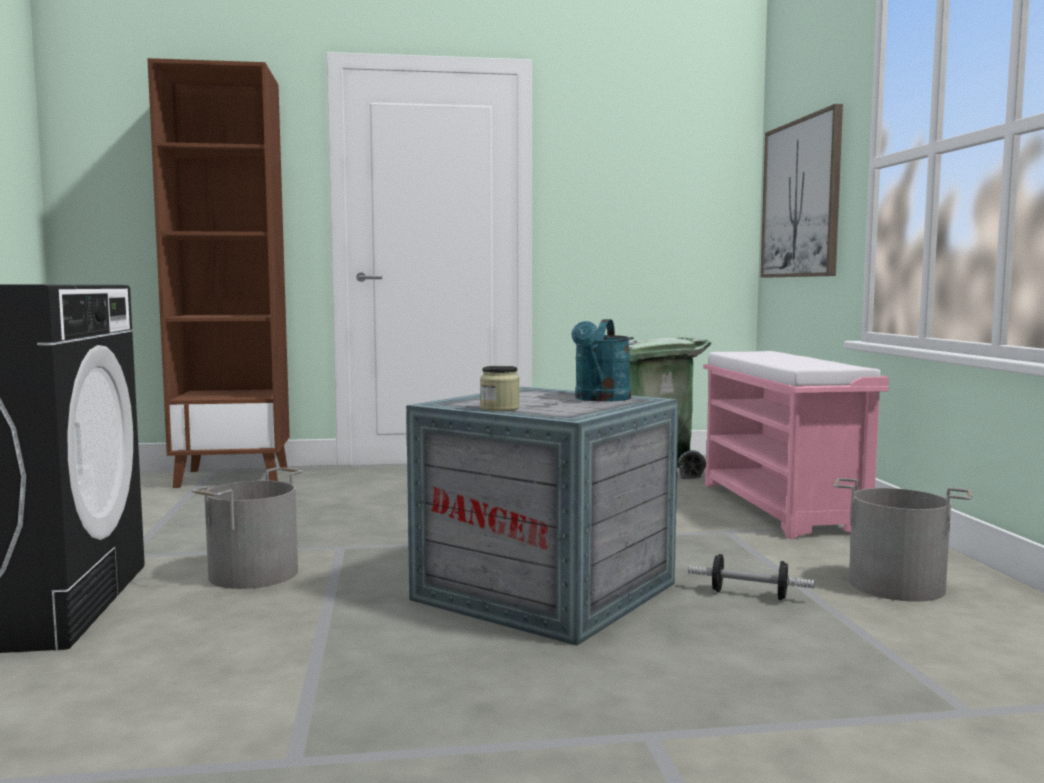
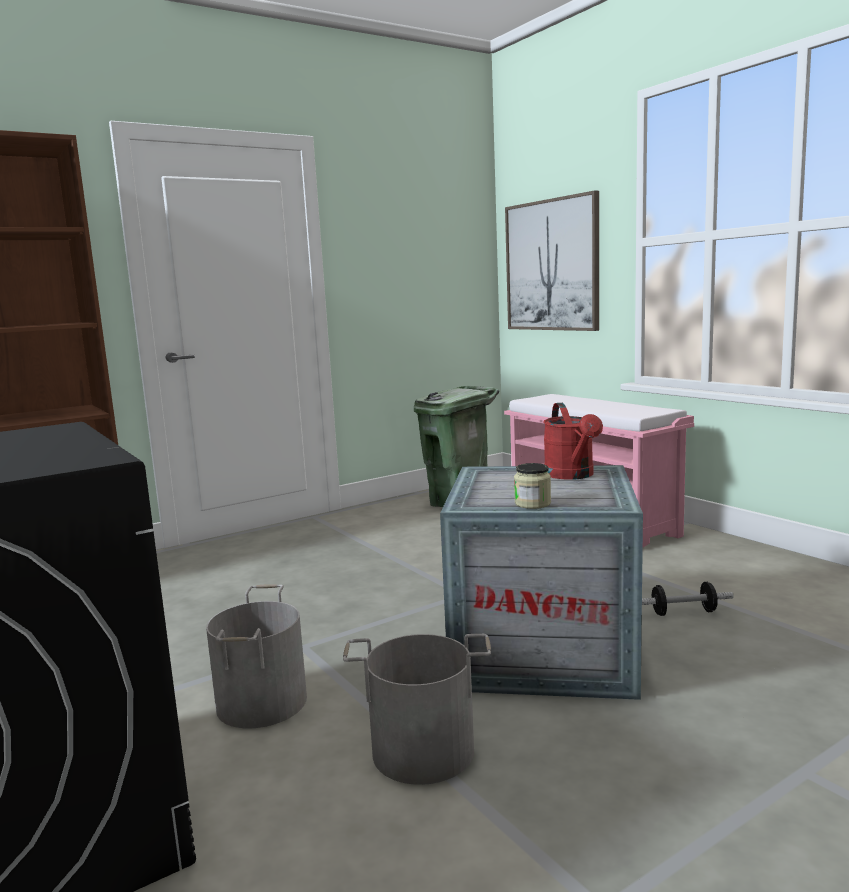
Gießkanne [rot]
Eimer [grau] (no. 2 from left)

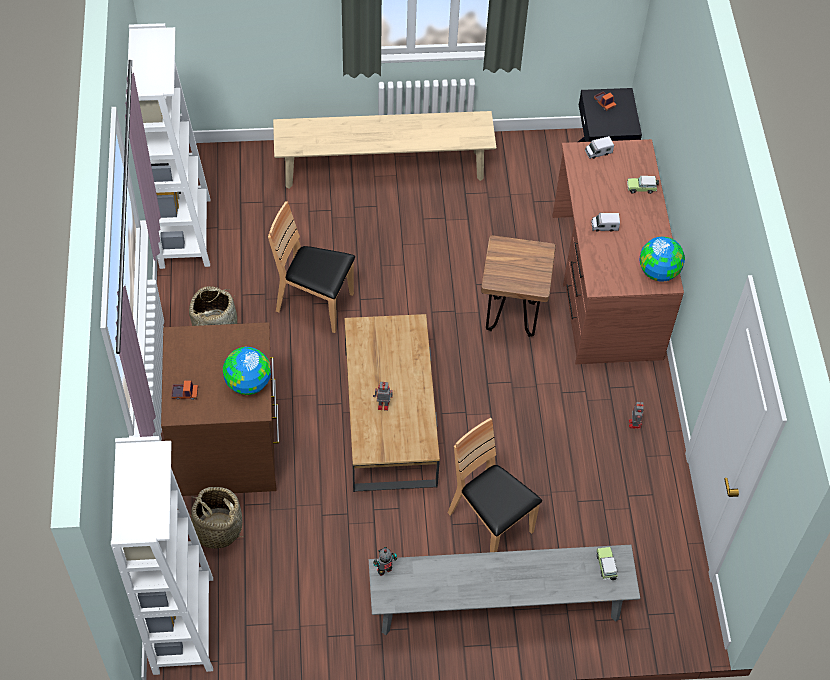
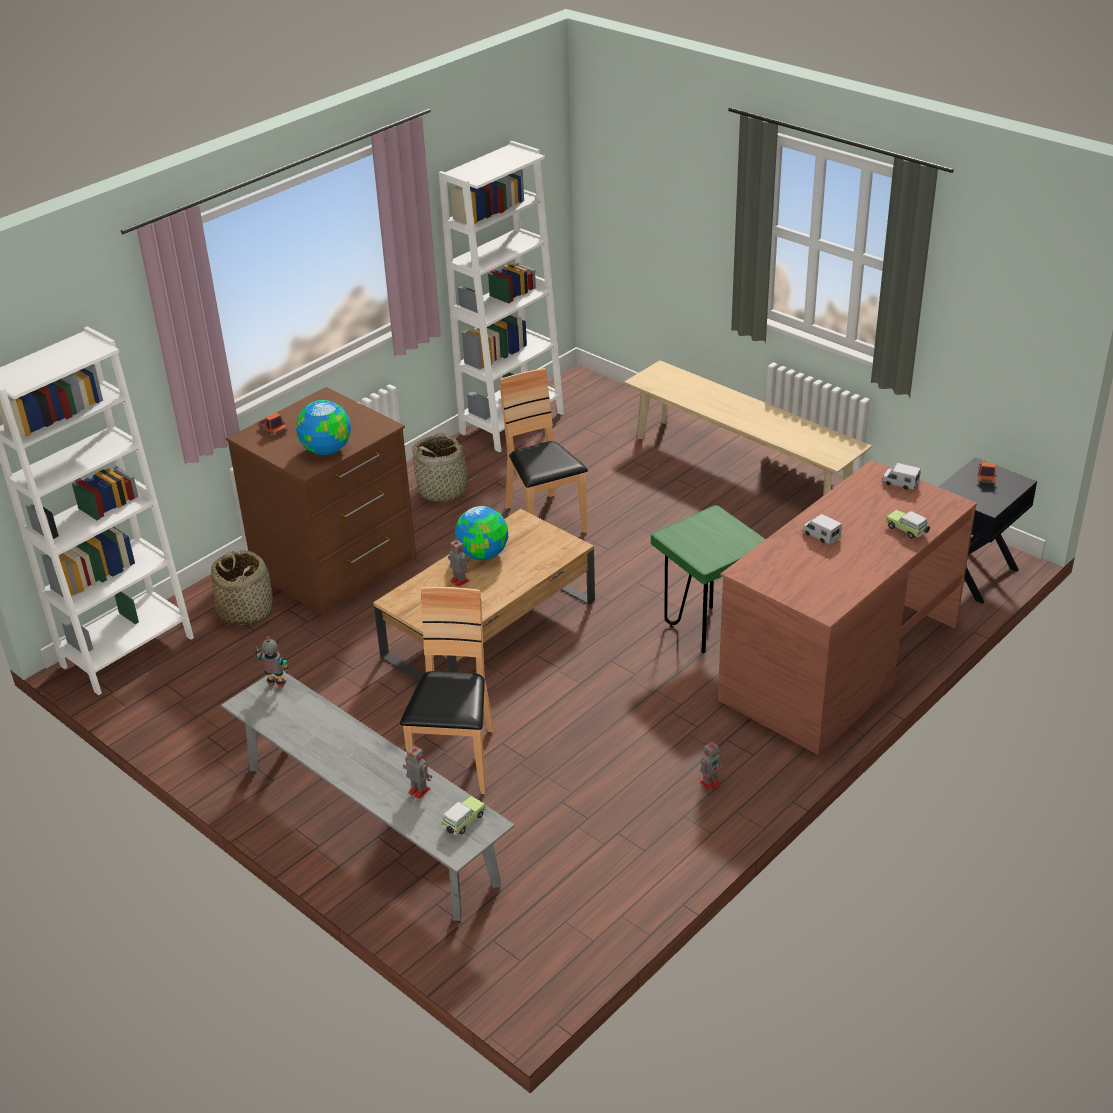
Hocker [grün]
Globus (no. 2 from left)
Spielzeugroboter (no. 2 from left)

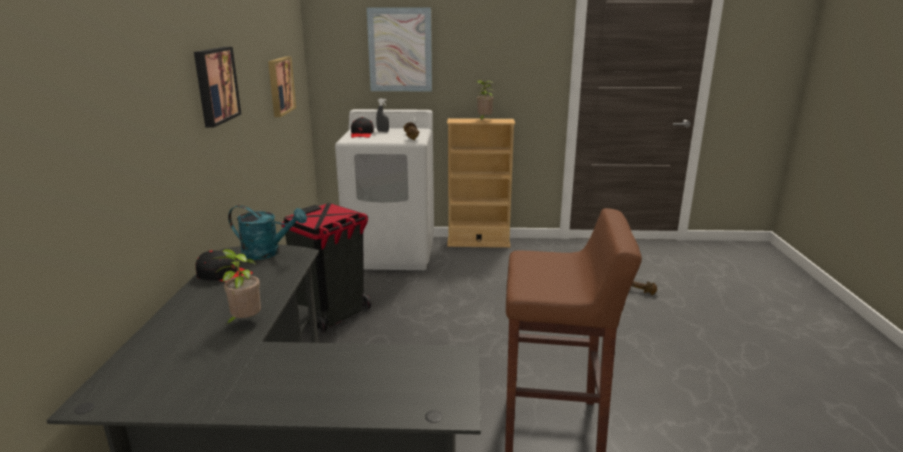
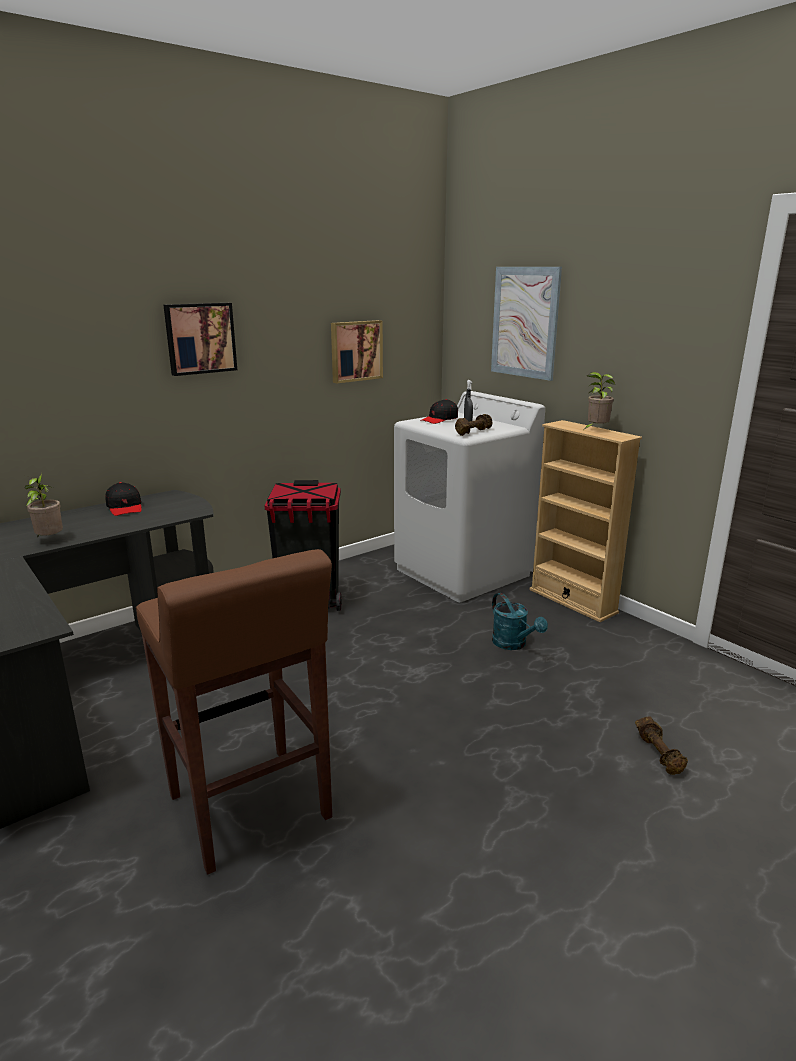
Gießkanne [türkis]

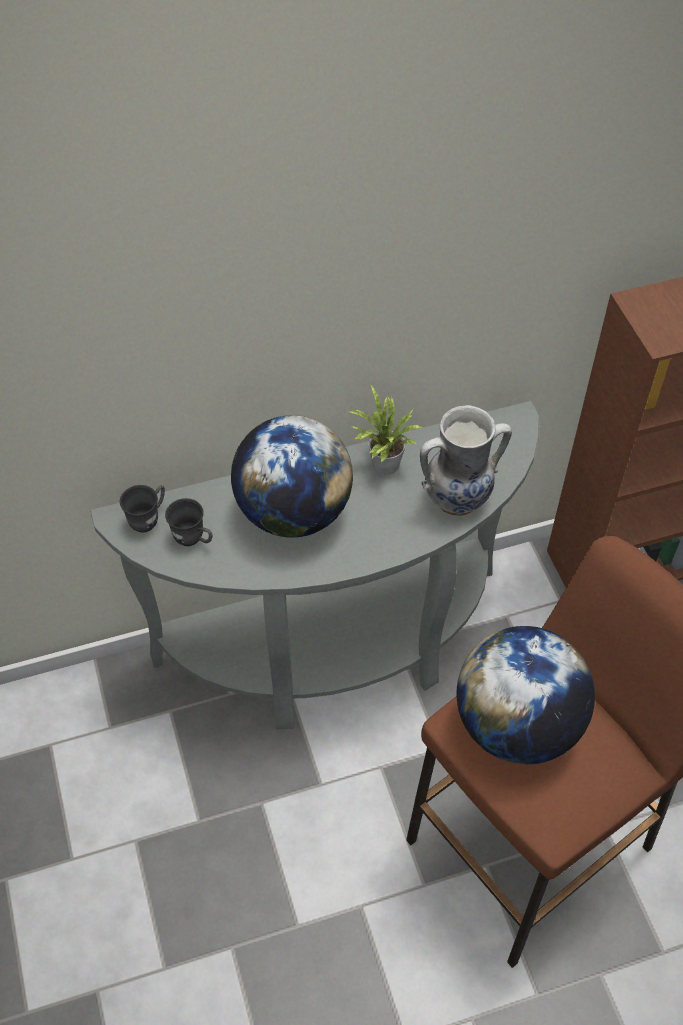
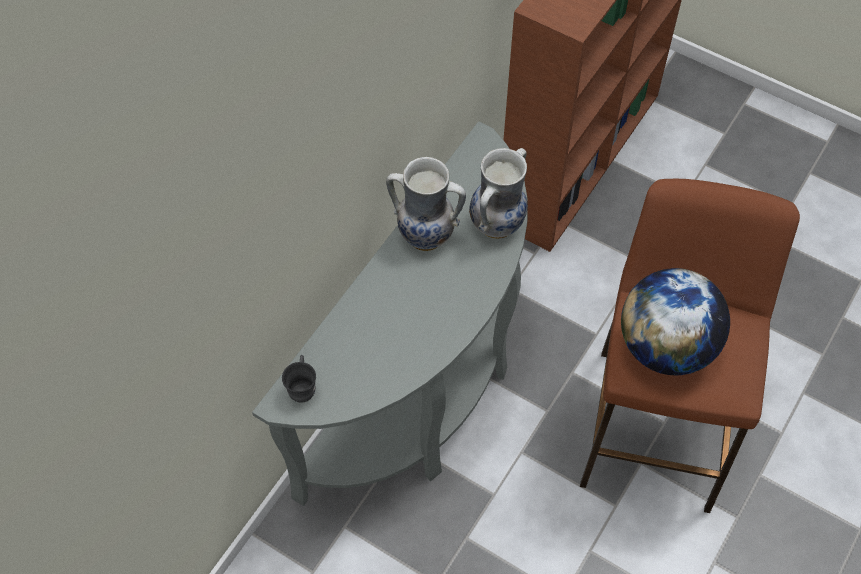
Vase (no. 1 from left)
Globus (no. 1 from left in the first image)
Henkelbecher [grau] (no. 2 from left in the first image)

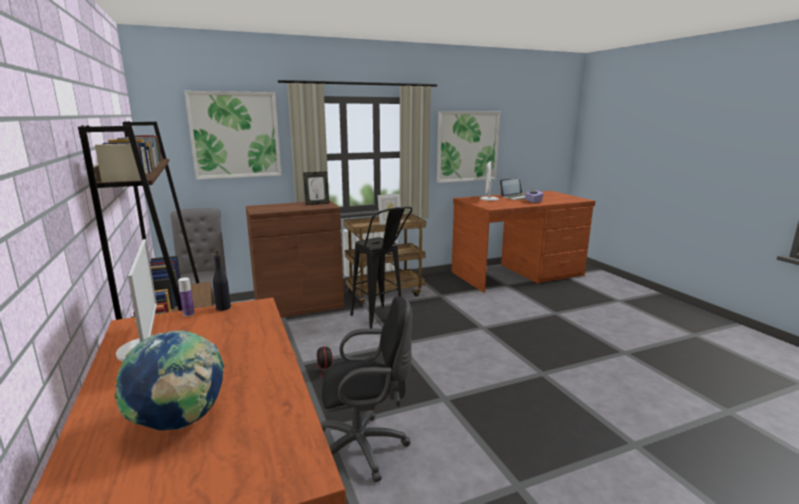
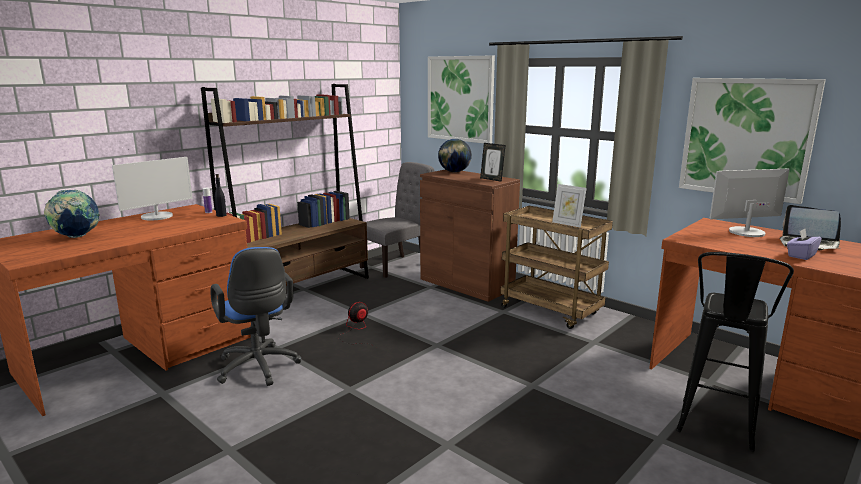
Hocker [schwarz]
Bürostuhl [blau]
Globus (no. 2 from left)

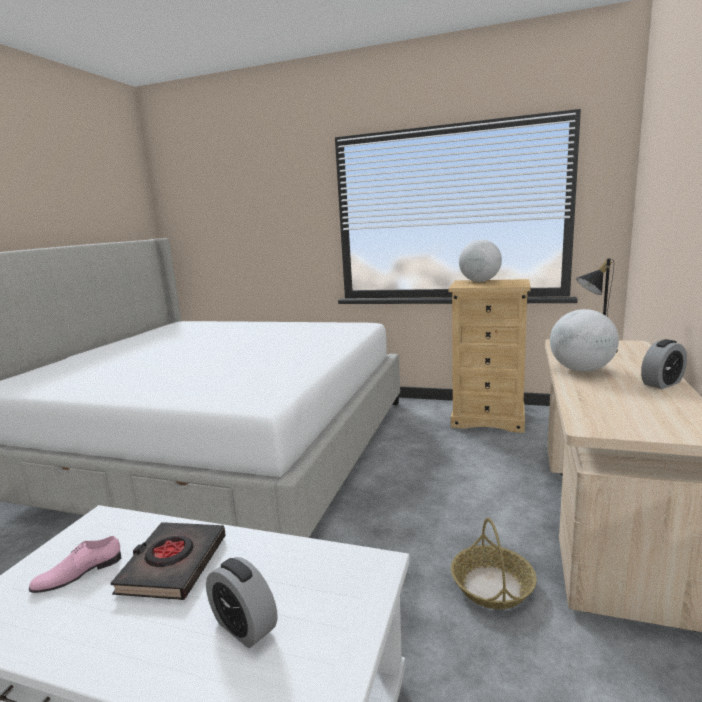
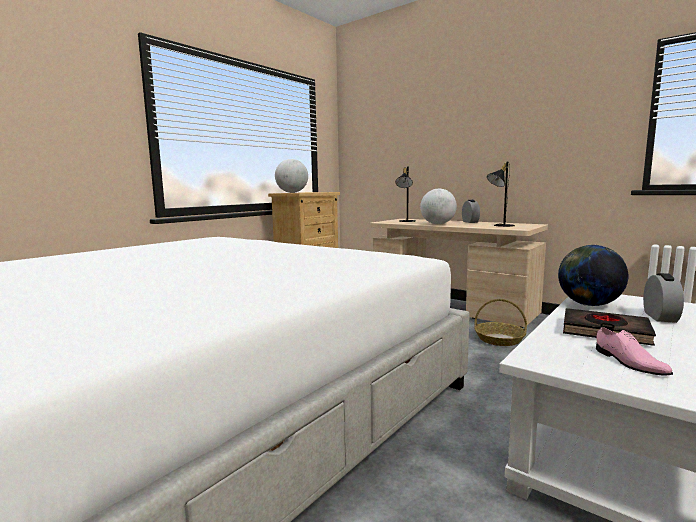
Wecker (no. 2 from left)
Tischlampe [schwarz] (no. 2 from left)
Globus (no. 3 from left)

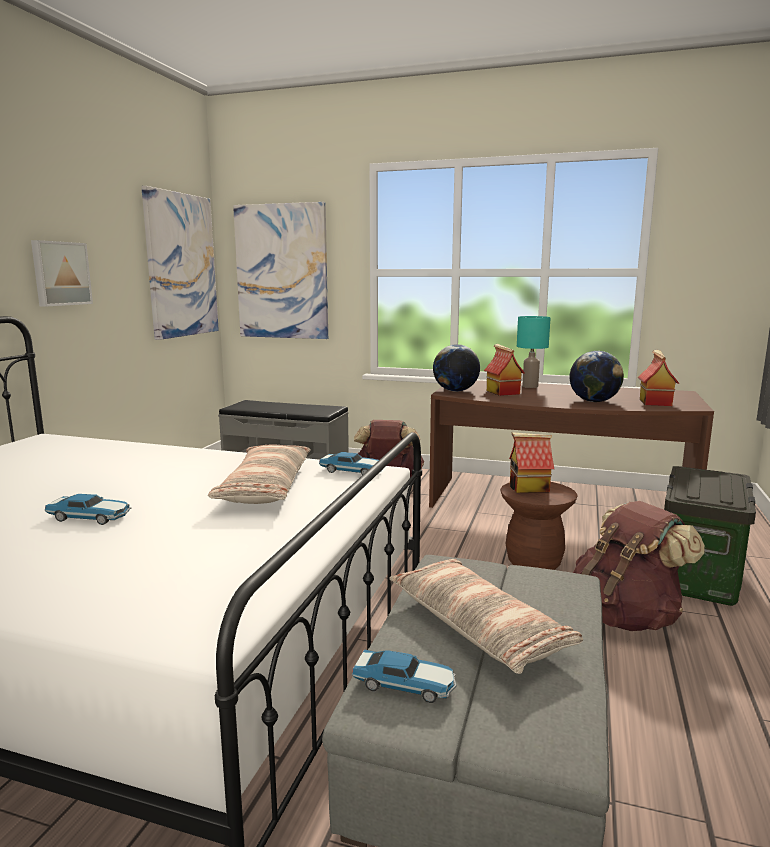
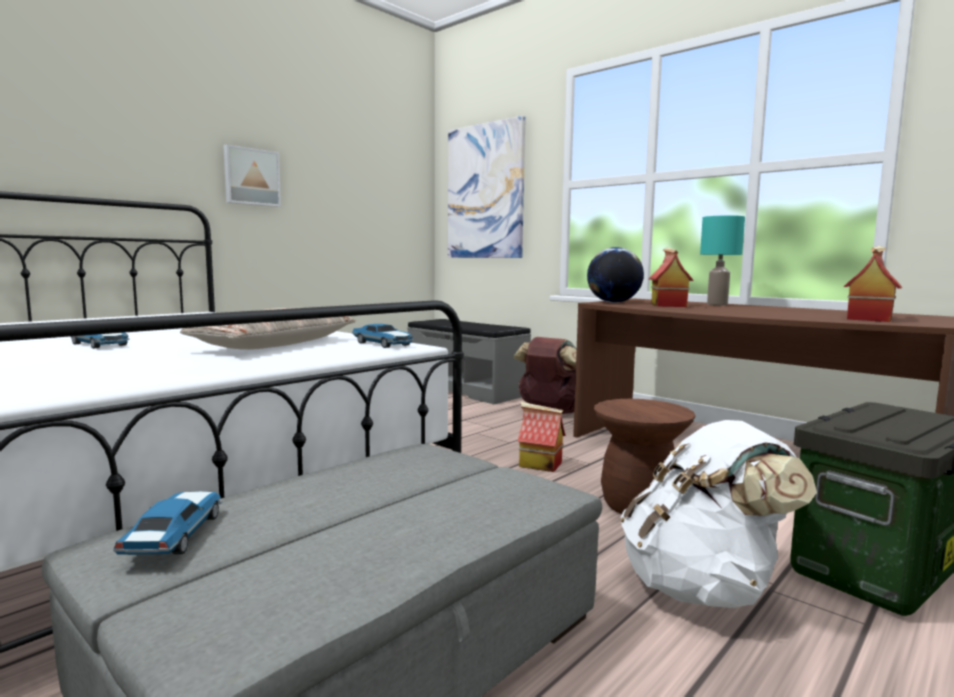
Bild (no. 2 from left in the first image)
Globus (no. 2 from left in the first image)
Spielzeughaus (no. 1 from left)
Rucksack [weiß]
Kissen (no. 2 from left in the first image)
Spielzeugauto (no. 2 from left)

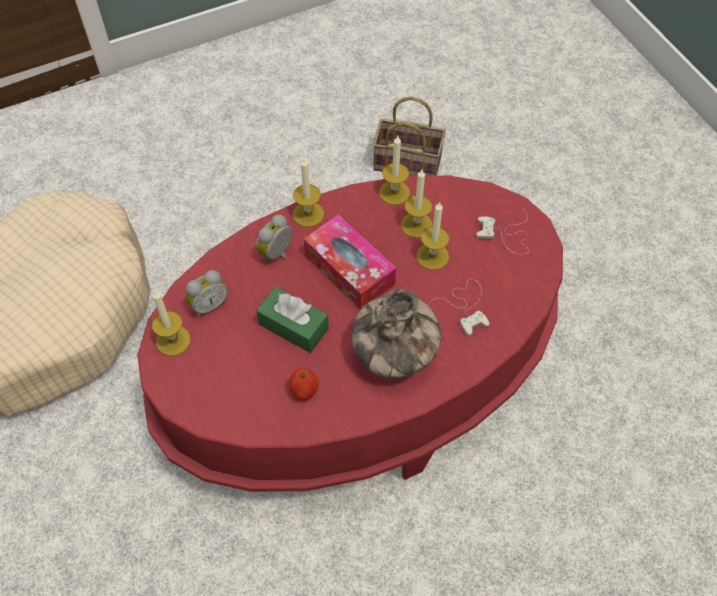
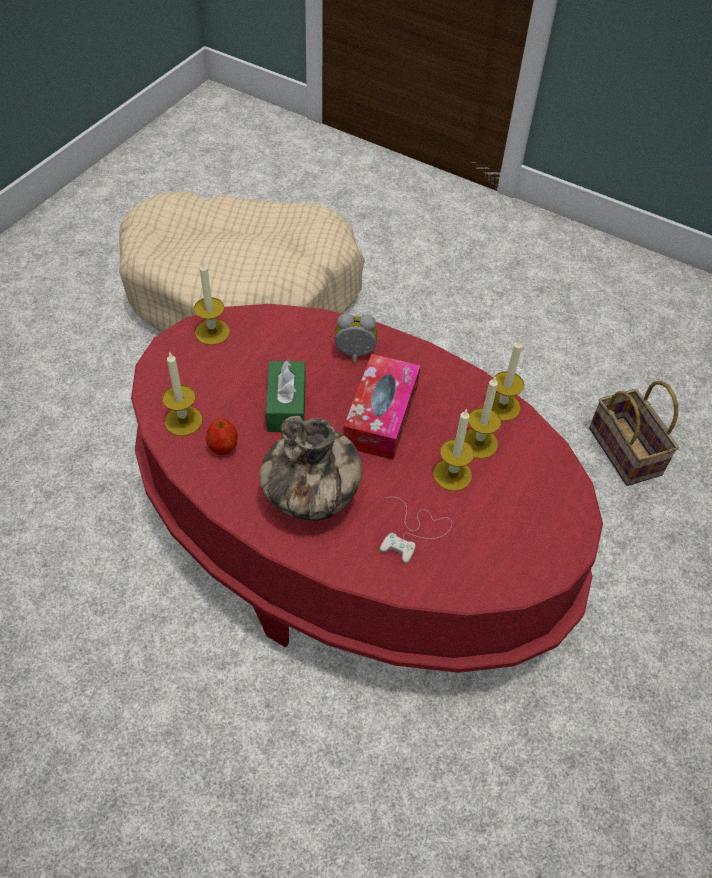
Kerze (no. 1 from left)
Gamepad [weiß] (no. 2 from left in the first image)
Wecker (no. 1 from left in the first image)

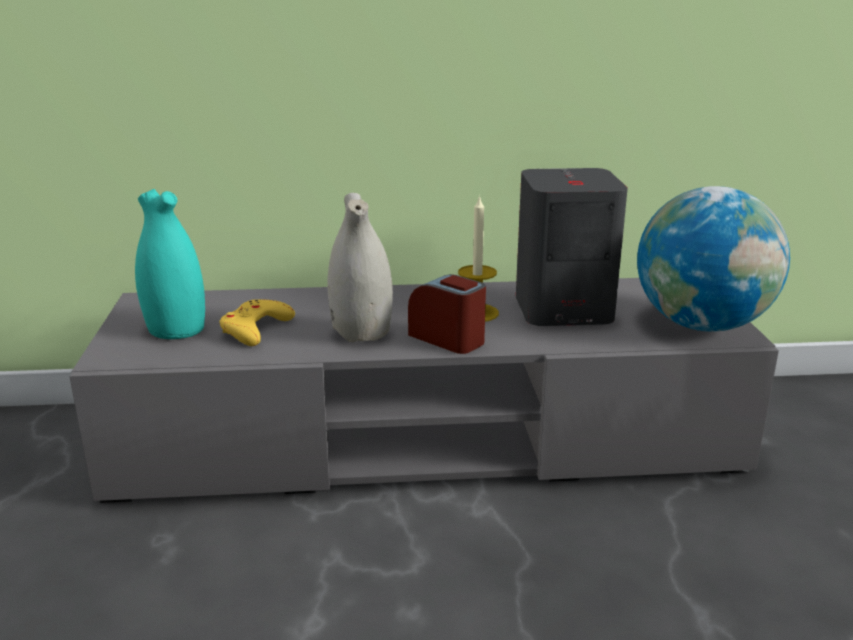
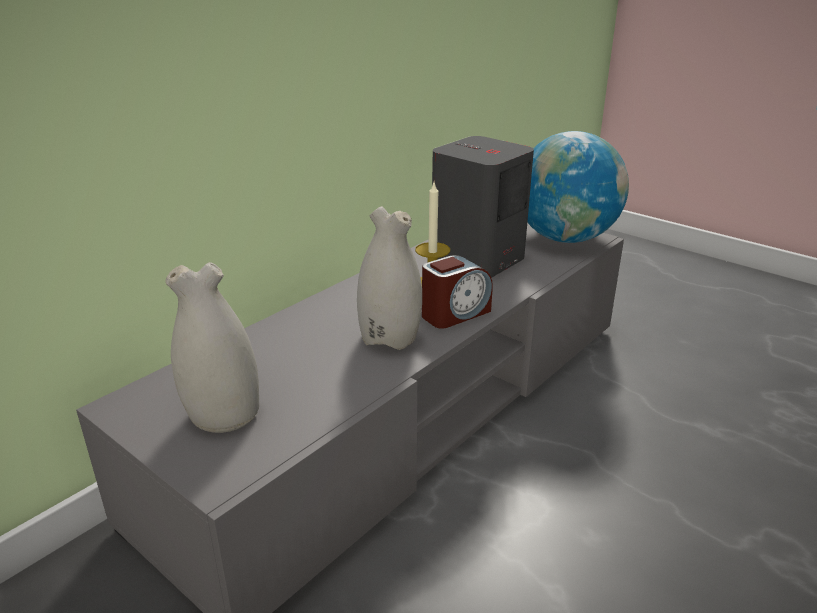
Vase [weiß] (no. 1 from left)
Wecker
Gamepad [gelb]

